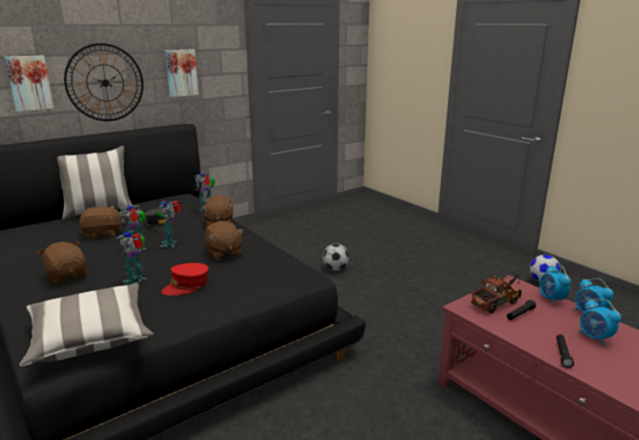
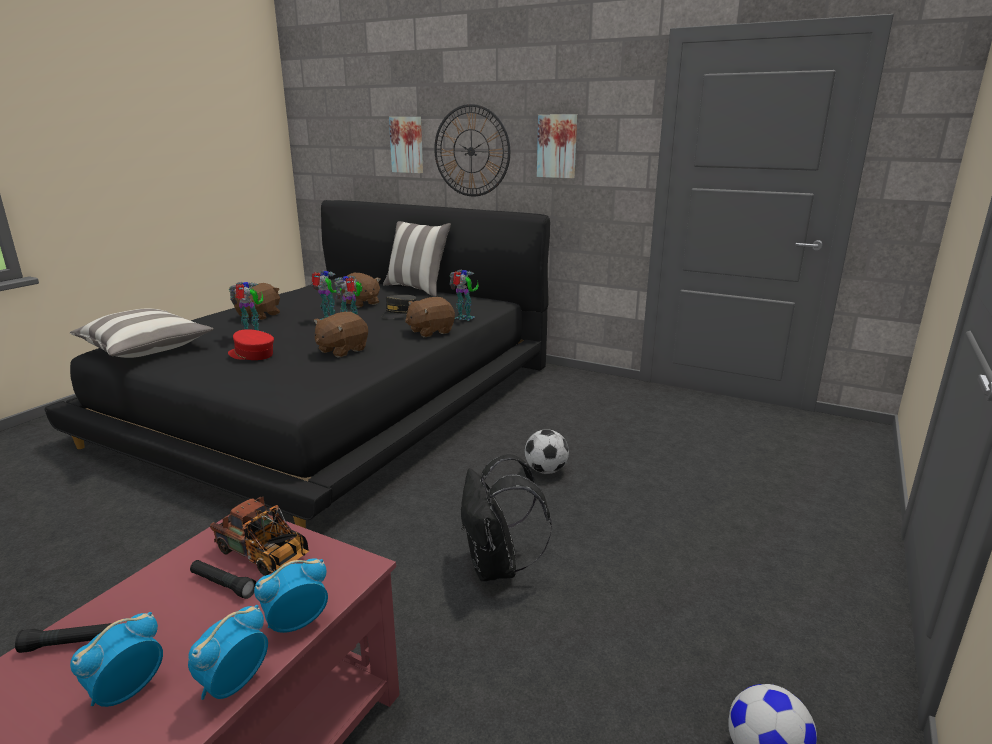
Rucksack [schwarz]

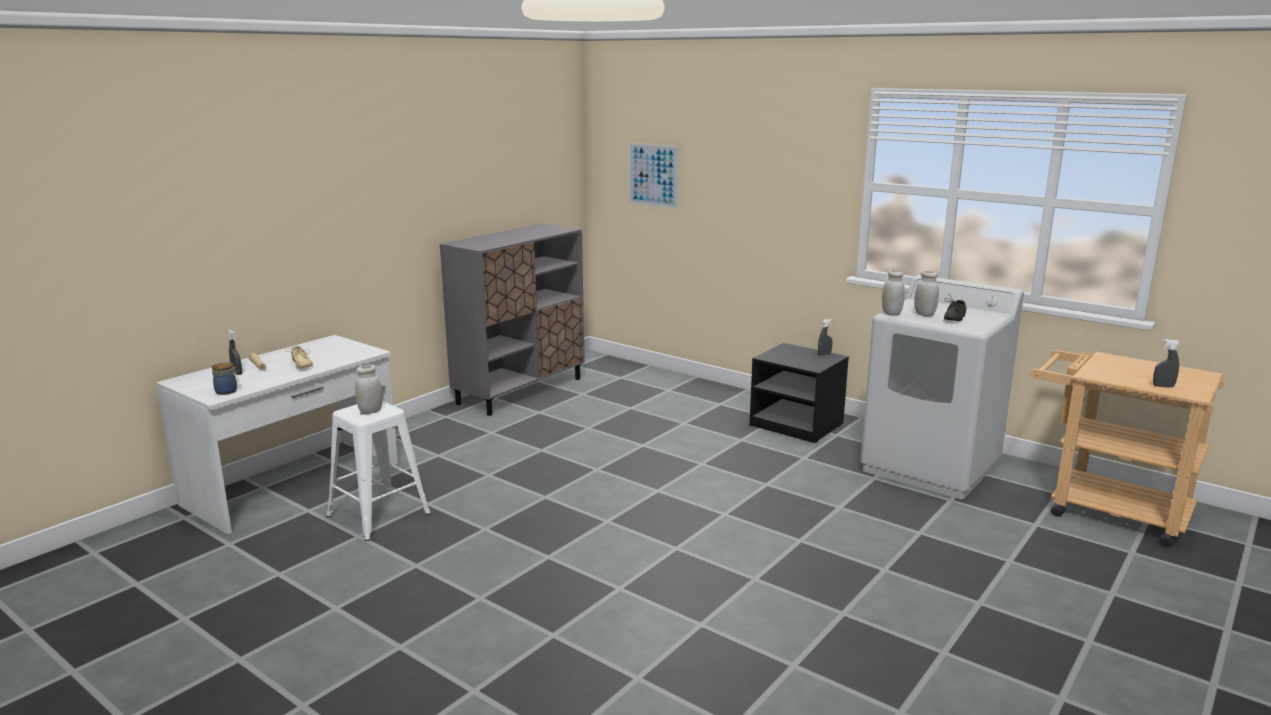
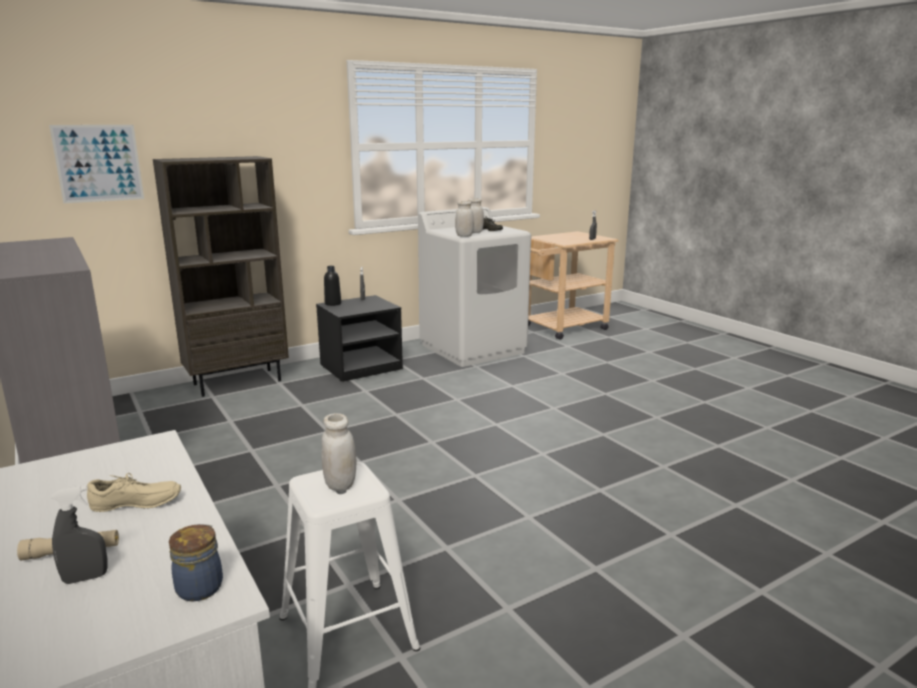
Bücherregal [braun]
Flasche [schwarz]

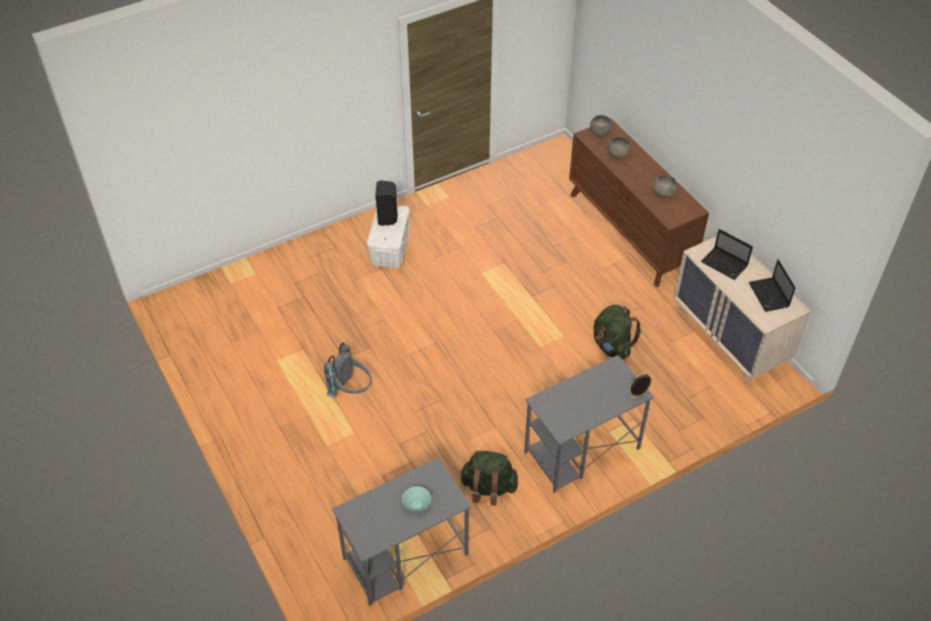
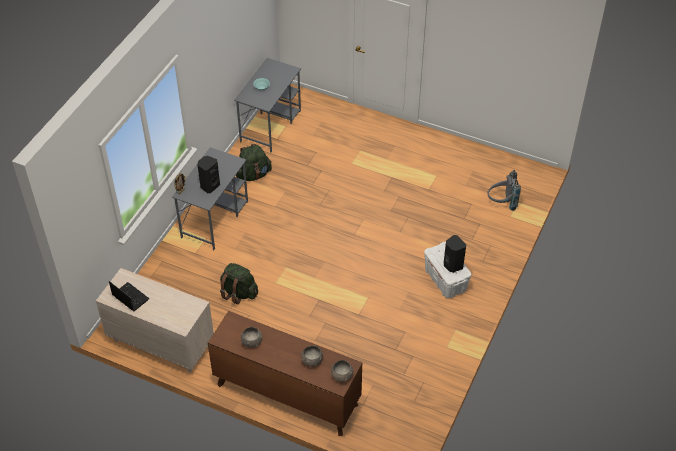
Laptop (no. 1 from left in the first image)
Rucksack [grau]
Lautsprecher [schwarz] (no. 1 from left)

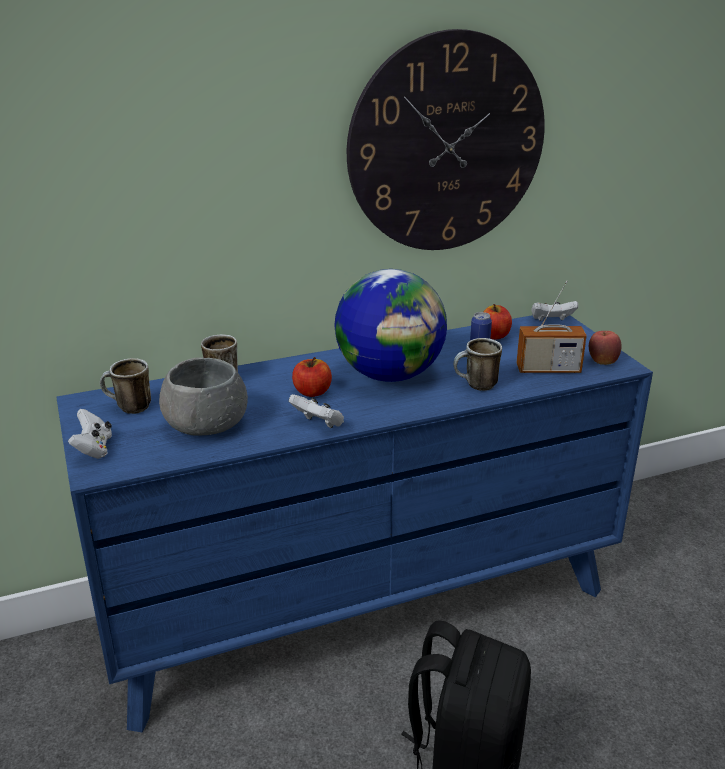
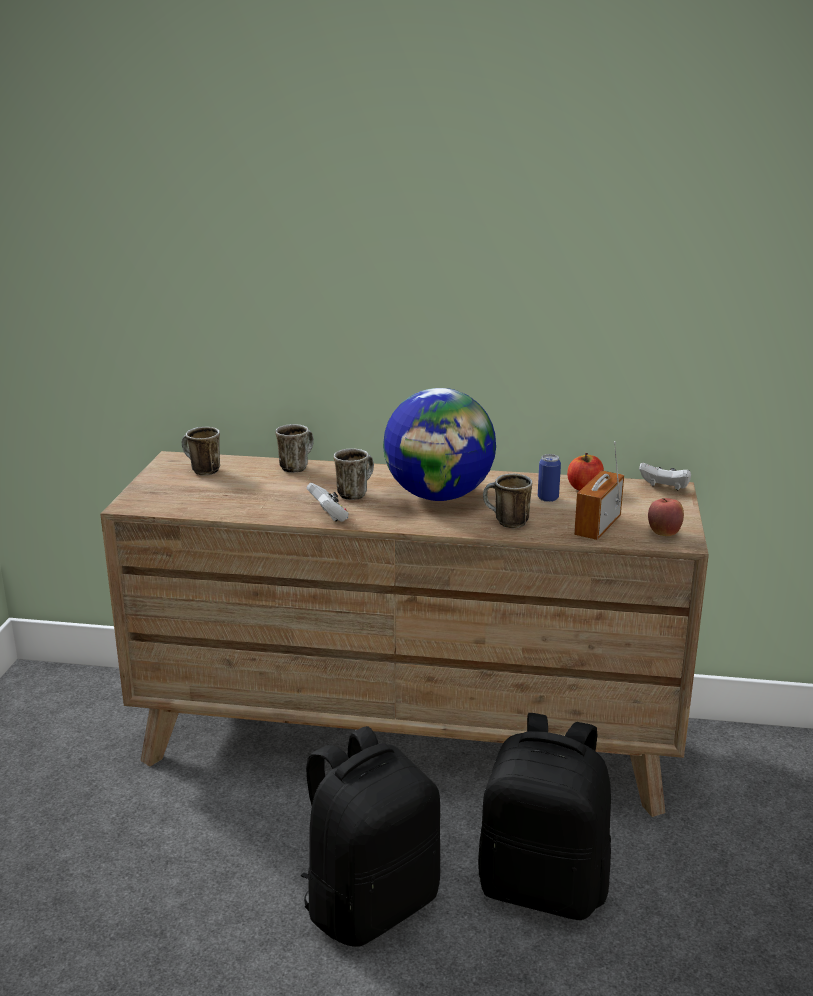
Wanduhr
Radio
Kommode [braun]
Schüssel [grau]
Henkelbecher (no. 3 from left)
Gamepad [weiß] (no. 1 from left in the first image)
Rucksack [schwarz] (no. 2 from left)

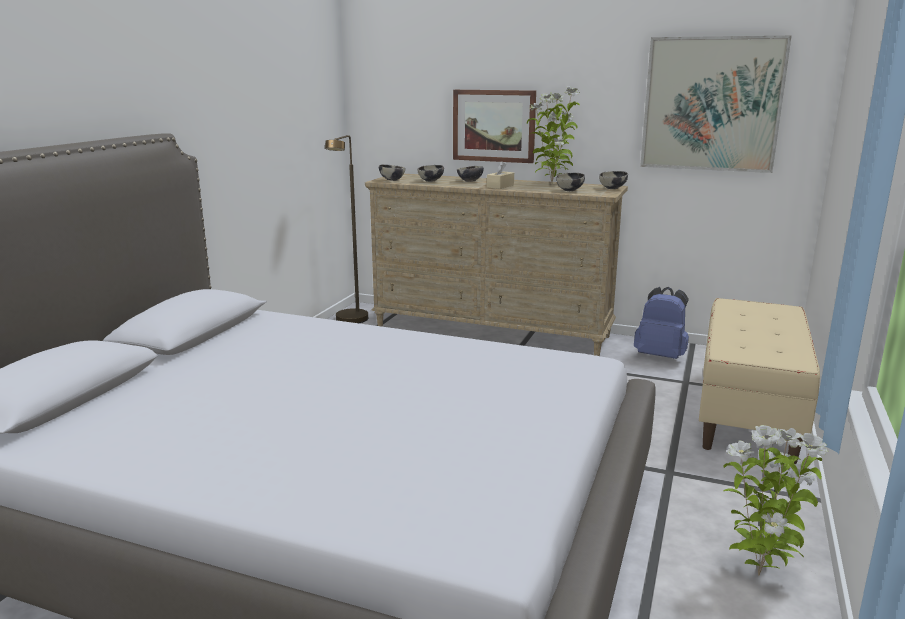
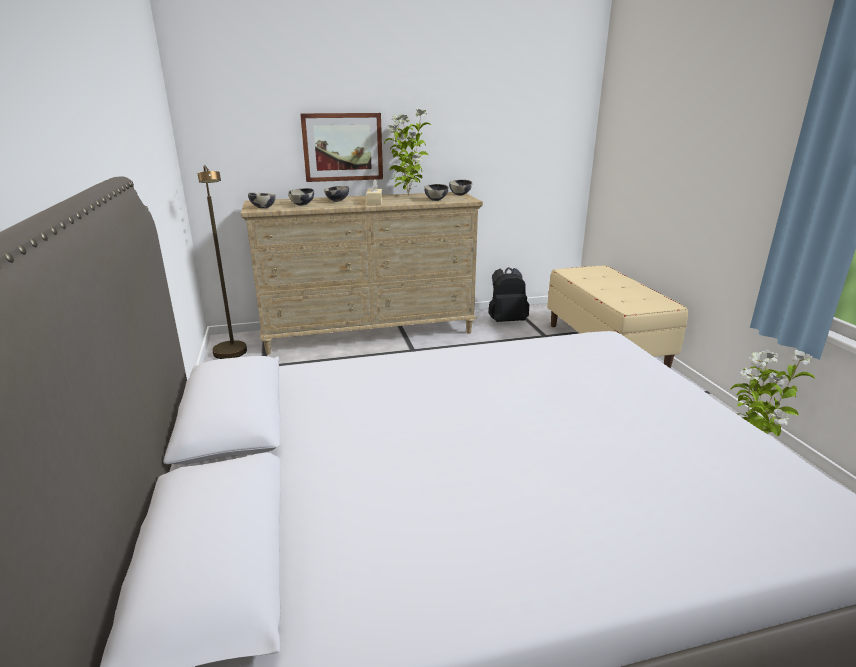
Bild (no. 2 from left in the first image)
Rucksack [schwarz]

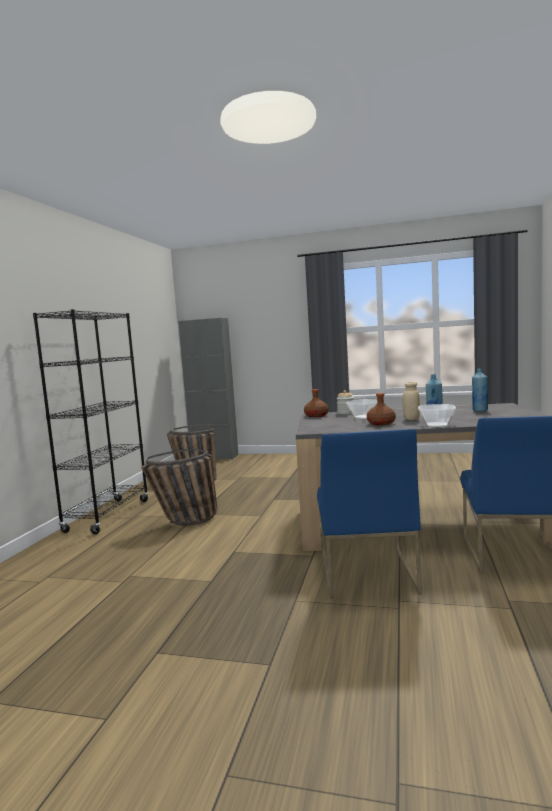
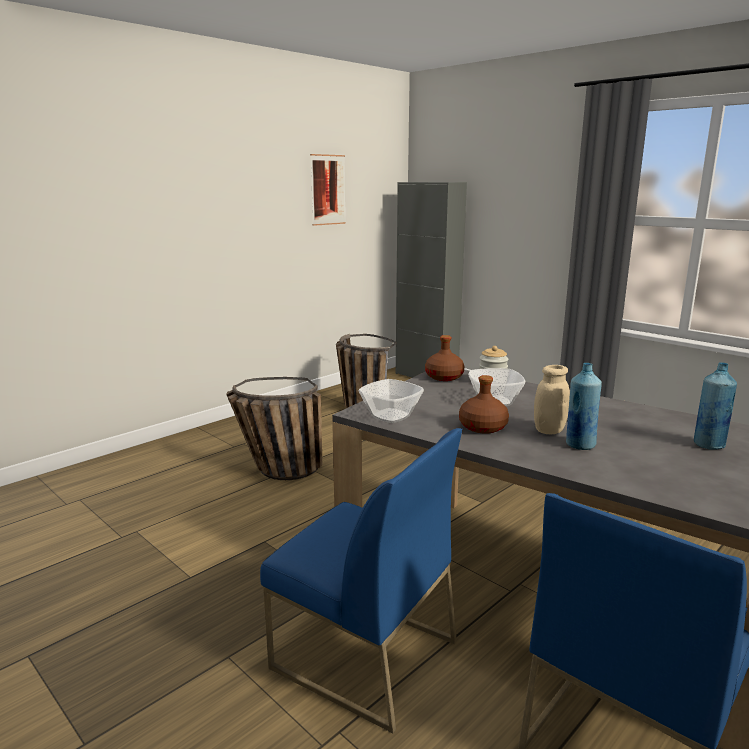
Bücherregal [schwarz]
Schüssel (no. 1 from left)
Stuhl [blau] (no. 1 from left)
Bild

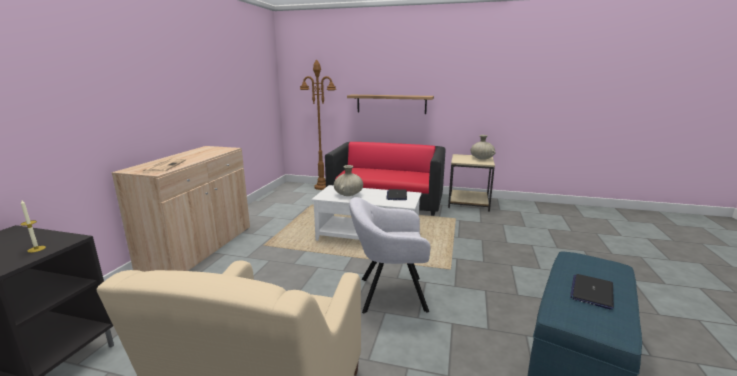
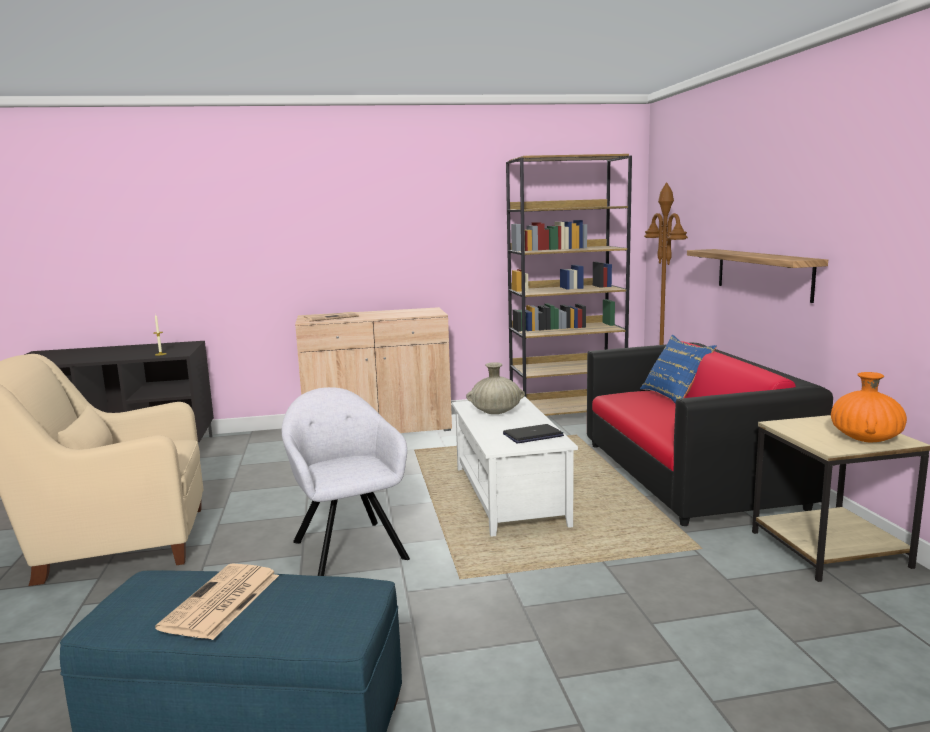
Vase [orange]
Zeitung (no. 1 from left)
Bücherregal [braun]
Kissen [blau]

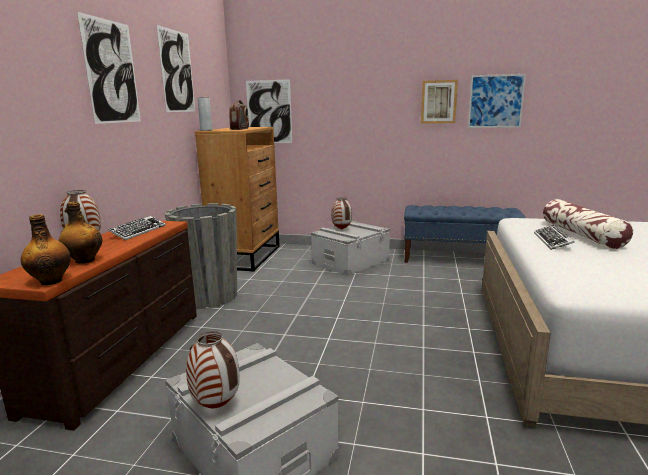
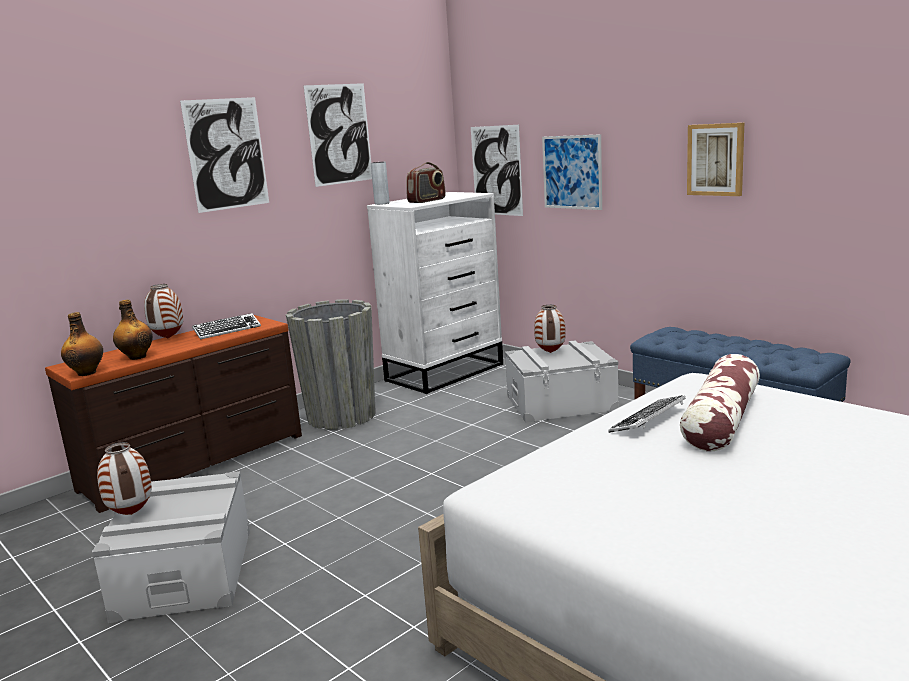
Bild (no. 4 from left)
Kommode [weiß]

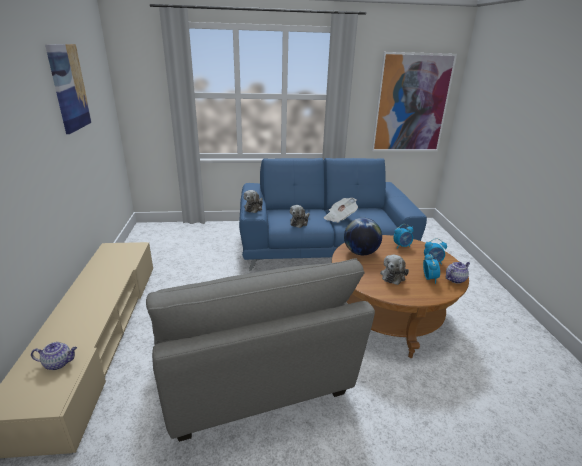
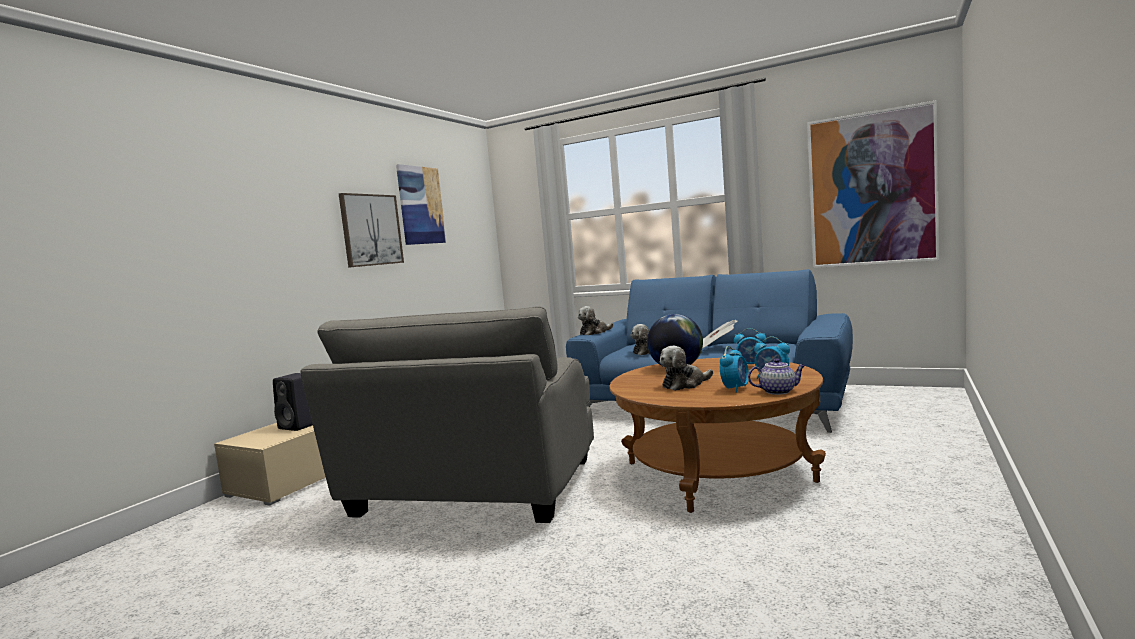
Lautsprecher [schwarz]
Bild (no. 1 from left)

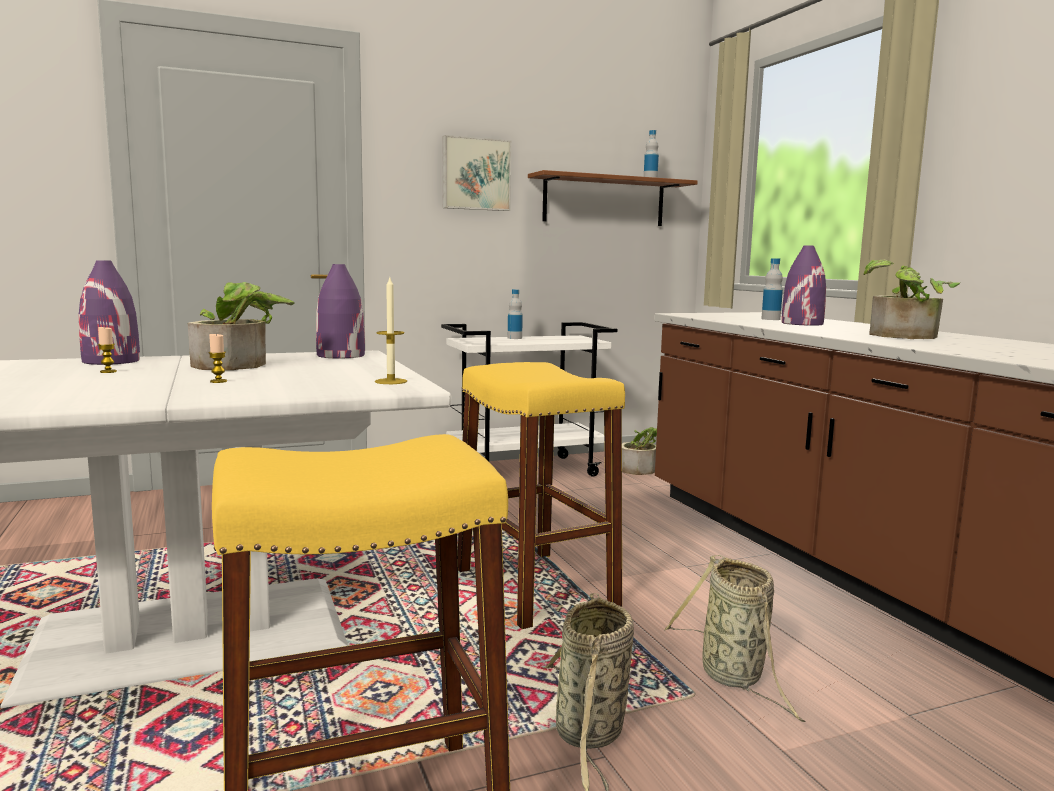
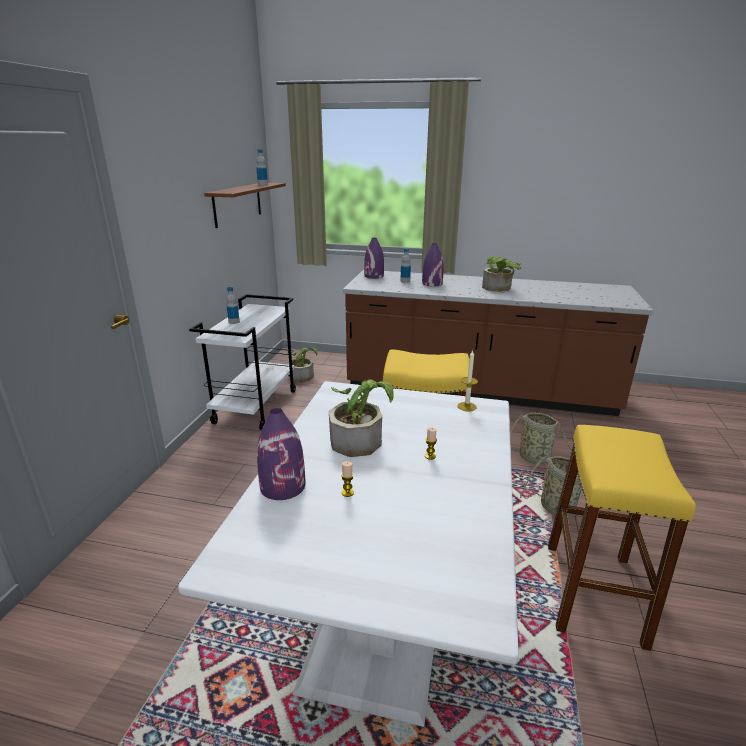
Bild
Vase [lila] (no. 2 from left)

